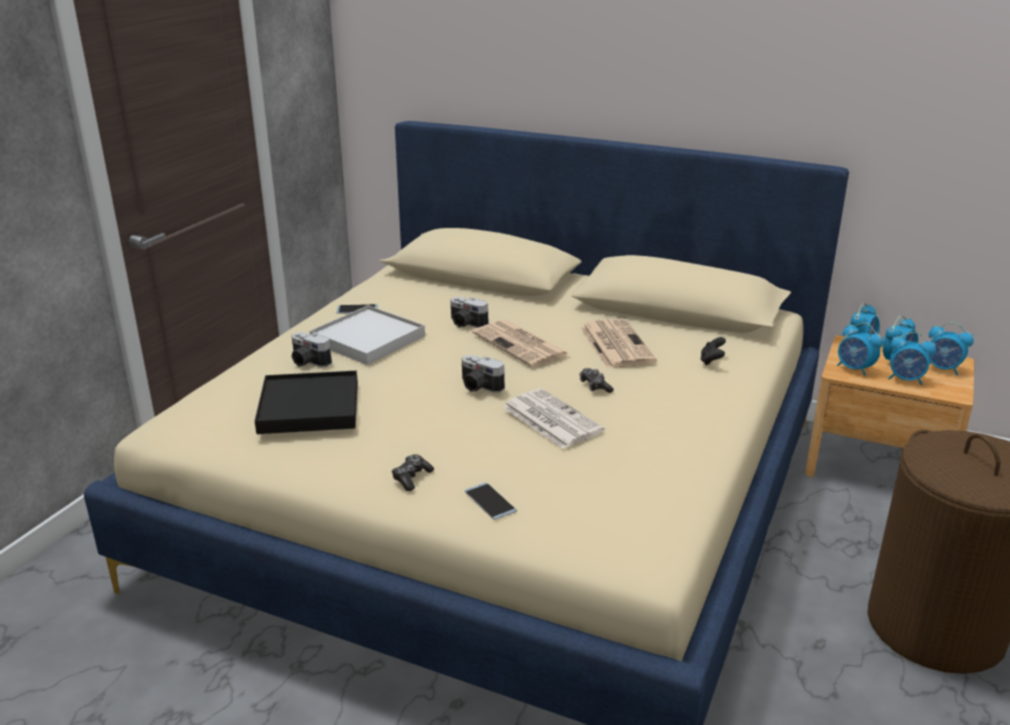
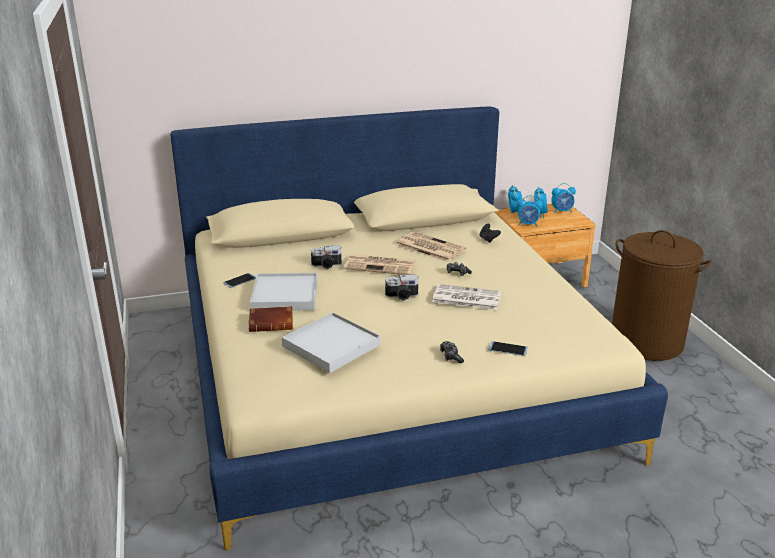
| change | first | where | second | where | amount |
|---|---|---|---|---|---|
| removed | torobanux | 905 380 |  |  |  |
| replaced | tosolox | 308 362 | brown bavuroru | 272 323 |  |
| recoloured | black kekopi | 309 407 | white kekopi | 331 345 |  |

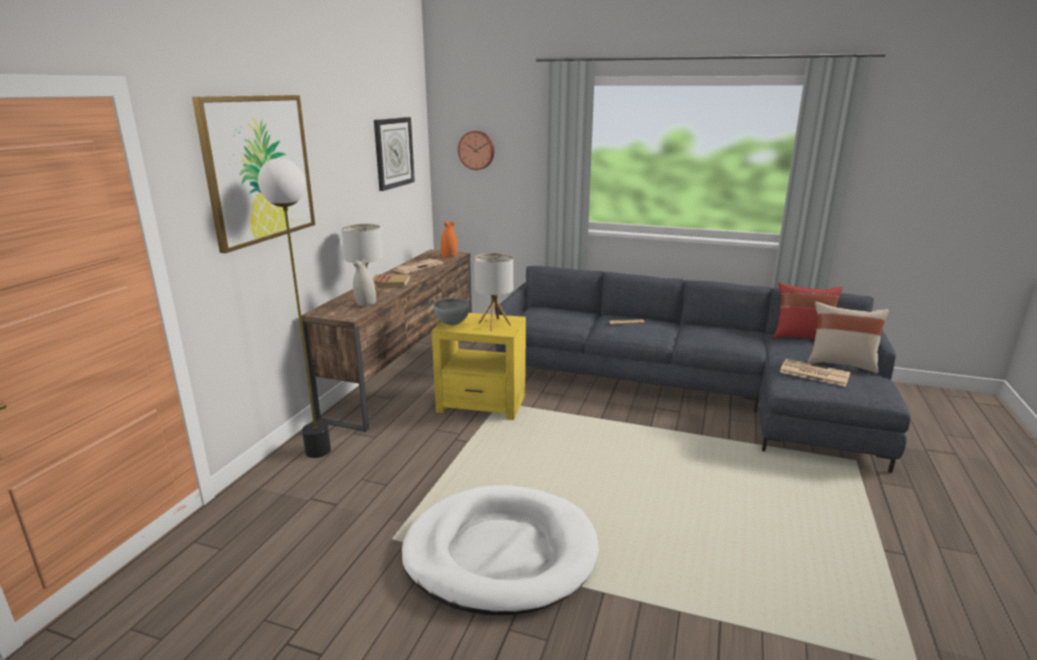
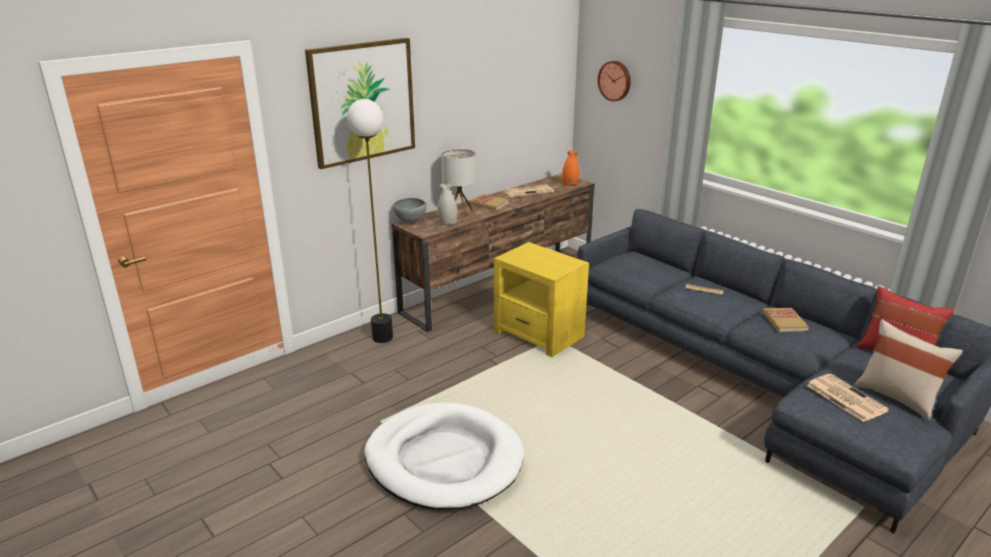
| change | first | where | second | where | amount |
|---|---|---|---|---|---|
| removed | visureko | 393 153 |  |  |  |
| removed | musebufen | 494 324 |  |  |  |
| added |  |  | bavuroru | 784 321 |  |
| moved | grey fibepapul | 452 324 |  | 410 222 |  |

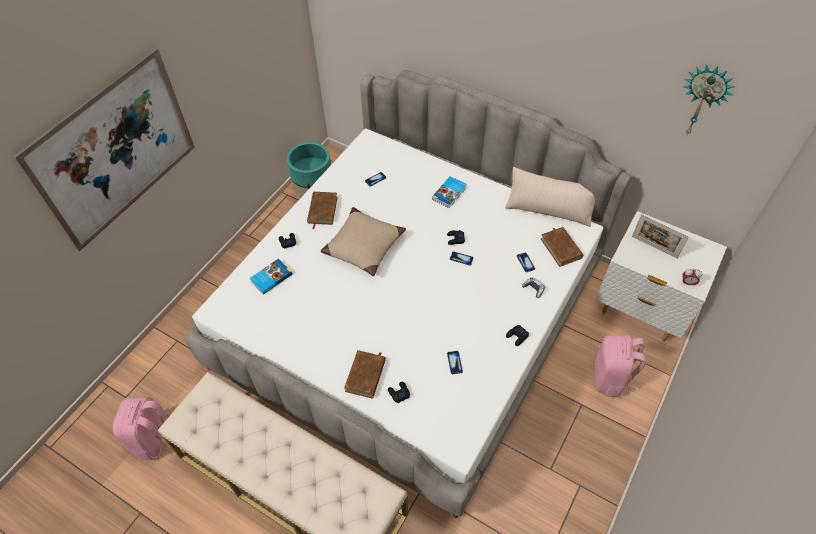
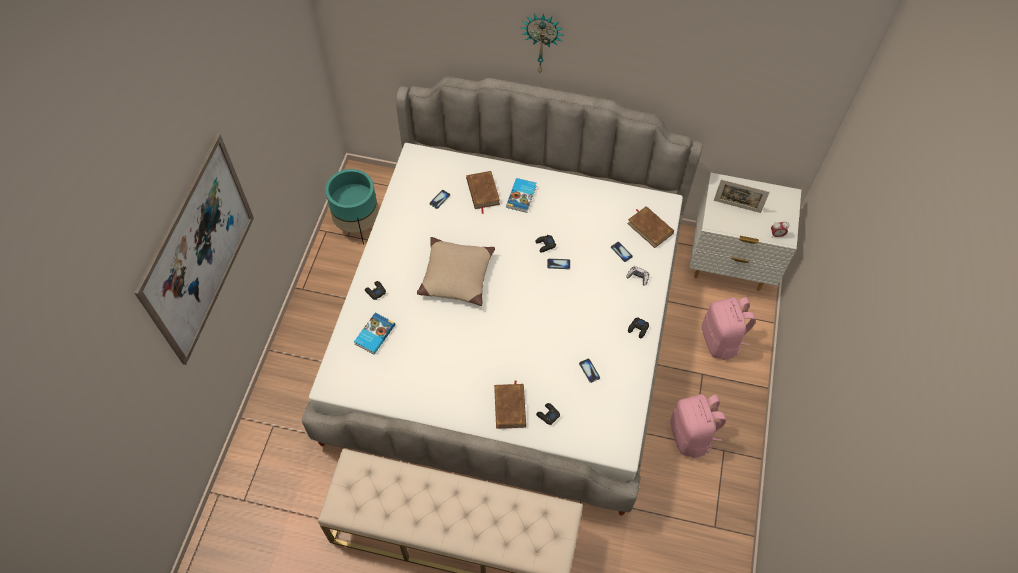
| change | first | where | second | where | amount |
|---|---|---|---|---|---|
| removed | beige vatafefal | 548 210 |  |  |  |
| moved | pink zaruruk | 155 438 |  | 691 436 |  |
| moved | brown bavuroru | 322 210 |  | 482 192 |  |
| moved | visureko | 702 100 |  | 542 42 |  |

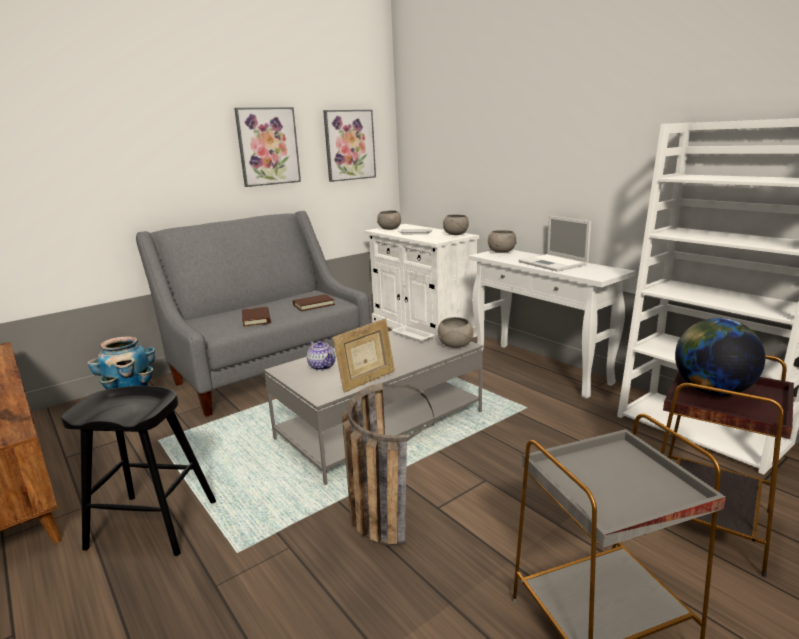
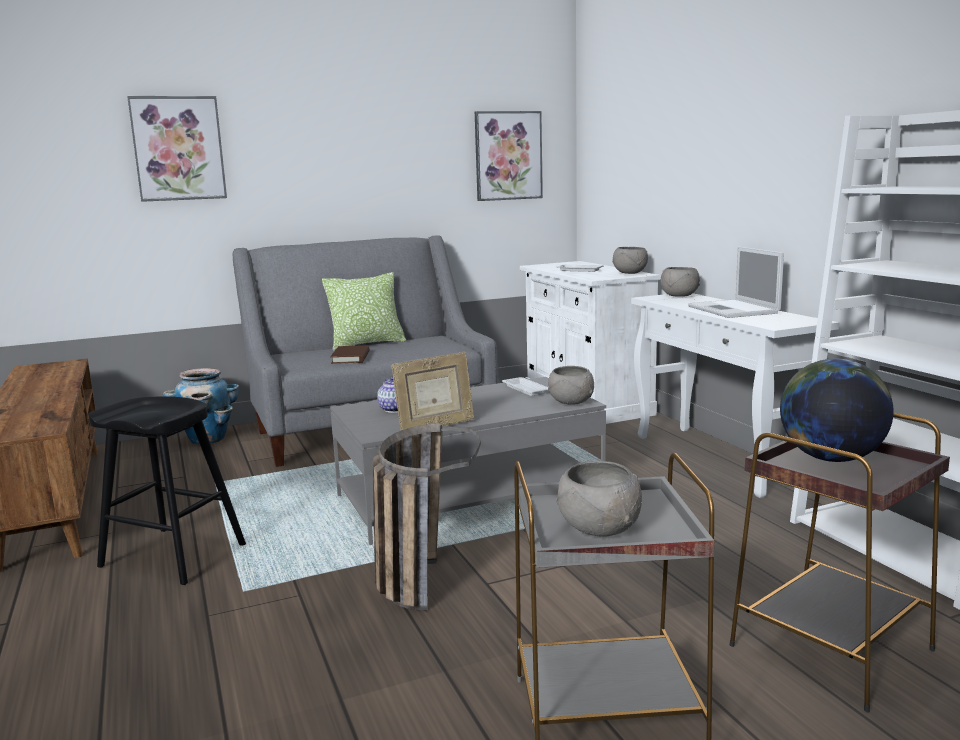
| change | first | where | second | where | amount |
|---|---|---|---|---|---|
| removed | brown bavuroru | 314 305 |  |  |  |
| added |  |  | vatafefal | 367 344 |  |
| moved | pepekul | 268 146 |  | 178 148 |  |
| moved | grey fibepapul | 389 229 |  | 598 528 |  |

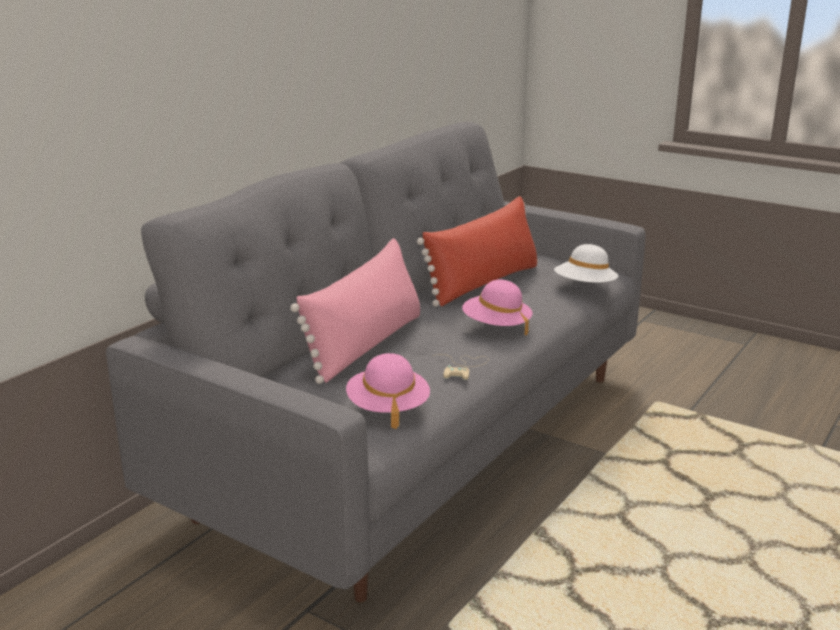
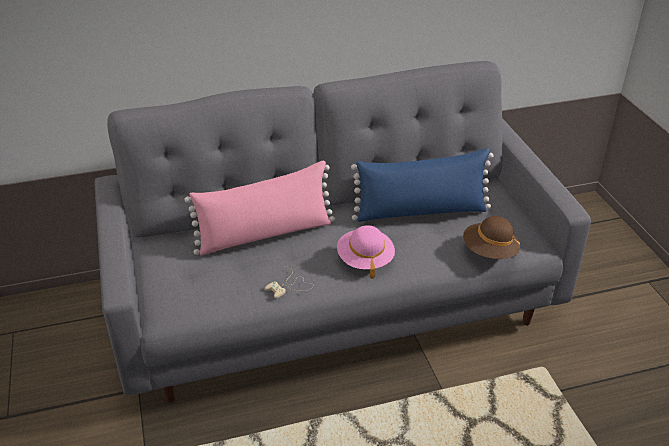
| change | first | where | second | where | amount |
|---|---|---|---|---|---|
| removed | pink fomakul | 388 408 |  |  |  |
| recoloured | red vatafefal | 483 283 | blue vatafefal | 421 211 |  |
| recoloured | white fomakul | 585 287 | brown fomakul | 489 252 |  |

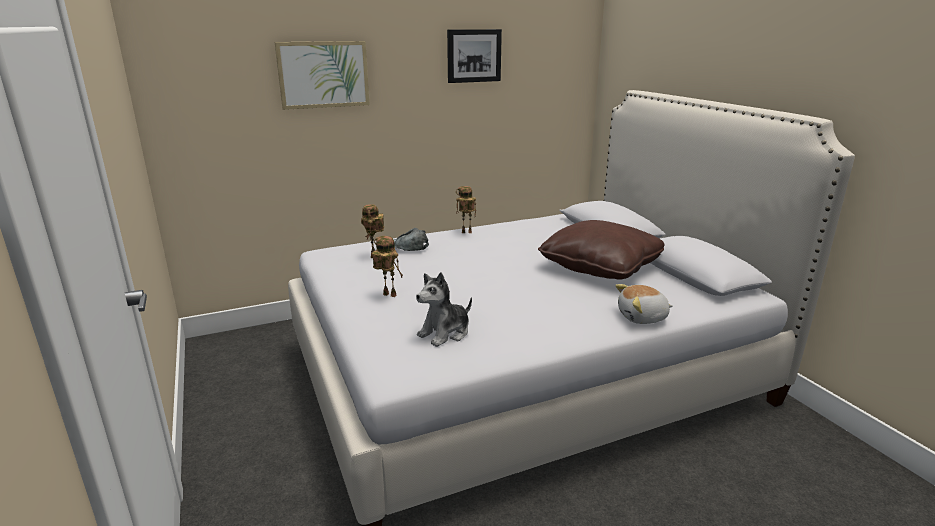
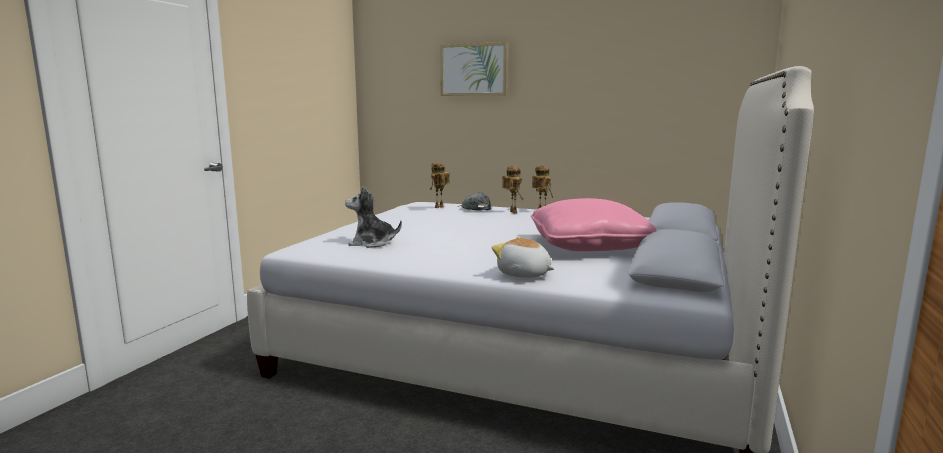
| change | first | where | second | where | amount |
|---|---|---|---|---|---|
| removed | pepekul | 473 55 |  |  |  |
| moved | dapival | 388 295 |  | 512 212 |  |
| recoloured | brown vatafefal | 600 267 | pink vatafefal | 589 246 |  |

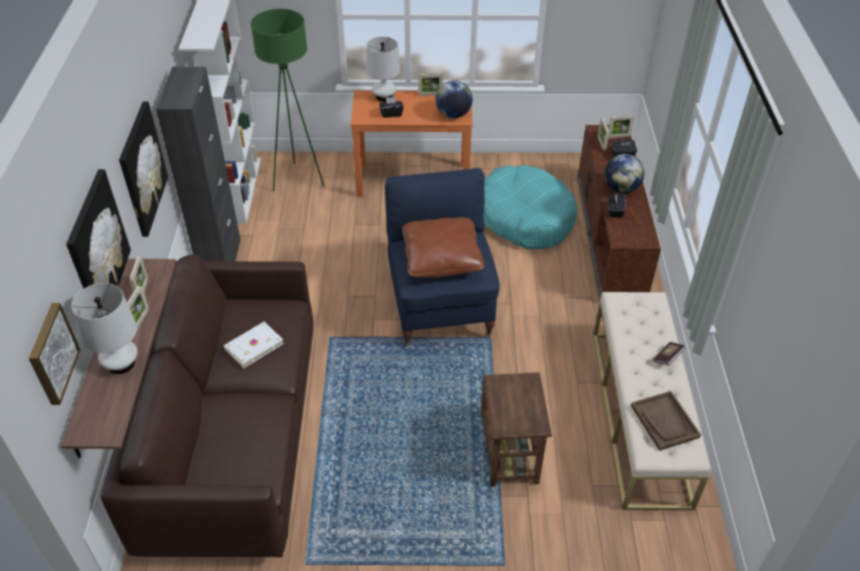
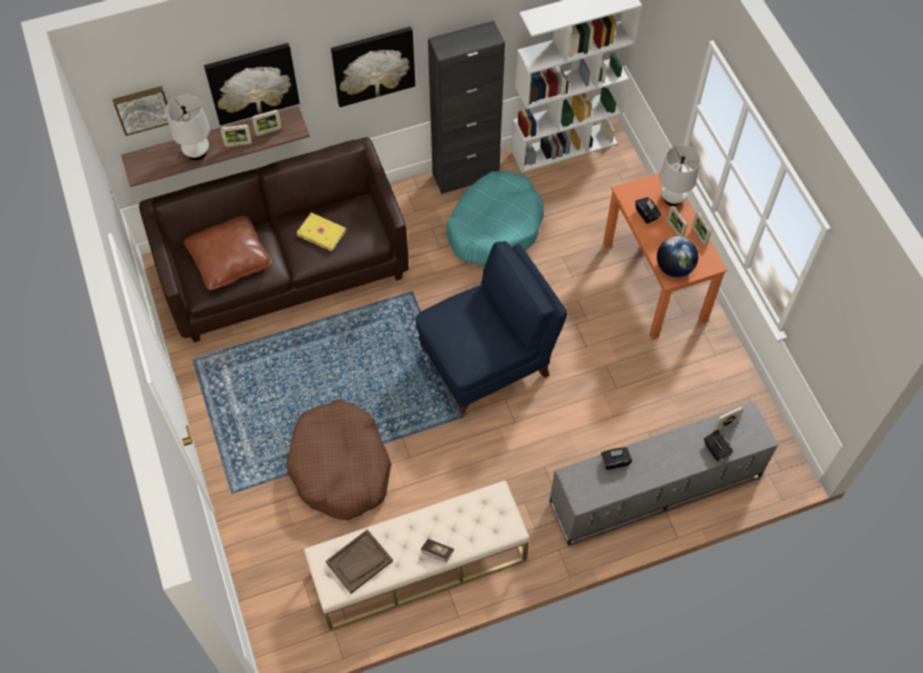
| change | first | where | second | where | amount |
|---|---|---|---|---|---|
| removed | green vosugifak | 298 180 |  |  |  |
| removed | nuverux | 621 188 |  |  |  |
| moved | brown vatafefal | 442 258 |  | 230 260 |  |
| moved | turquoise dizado | 525 217 |  | 494 227 |  |
| moved | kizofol | 618 136 |  | 675 230 |  |
| replaced | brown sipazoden | 509 450 | brown dizado | 341 467 |  |
| recoloured | white bavuroru | 253 346 | yellow bavuroru | 322 232 |  |
| recoloured | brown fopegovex | 610 237 | grey fopegovex | 654 490 |  |

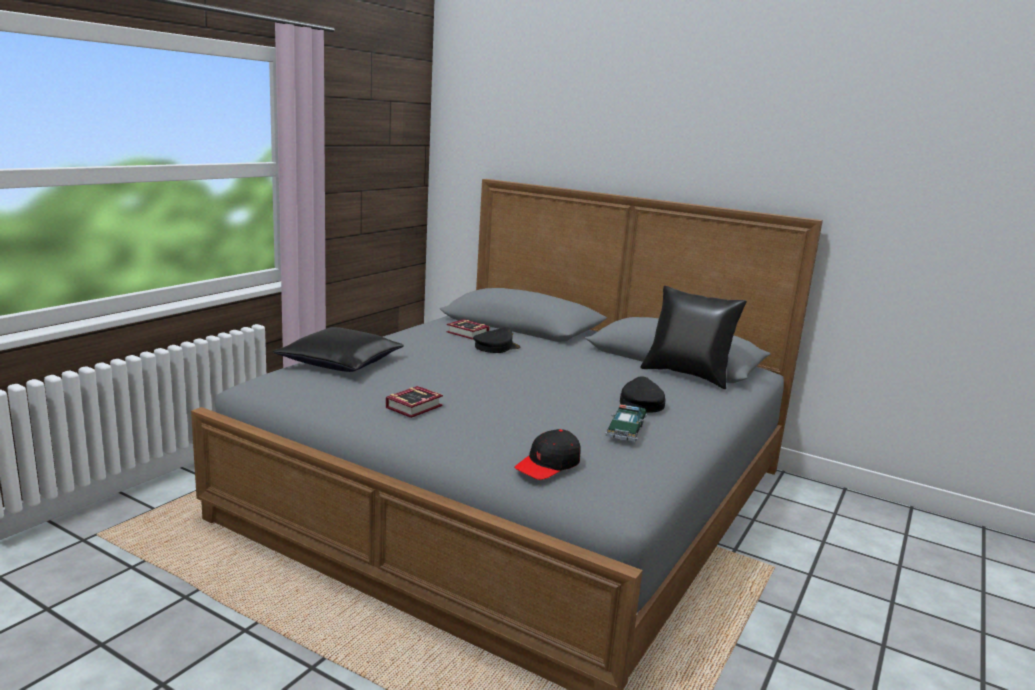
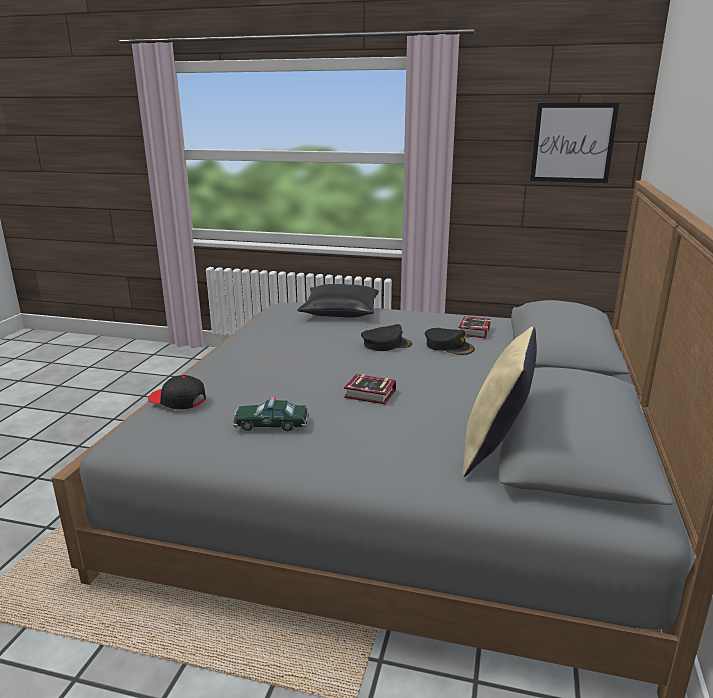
| change | first | where | second | where | amount |
|---|---|---|---|---|---|
| added |  |  | pepekul | 572 143 |  |
| moved | bavuroru | 416 406 |  | 372 395 |  |
| moved | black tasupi | 641 403 |  | 386 344 |  |
| recoloured | black vatafefal | 688 375 | beige vatafefal | 495 449 |  |

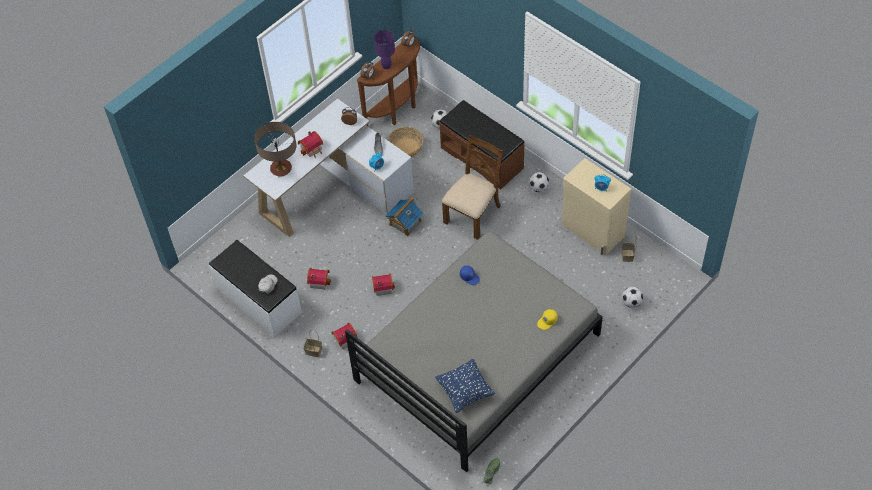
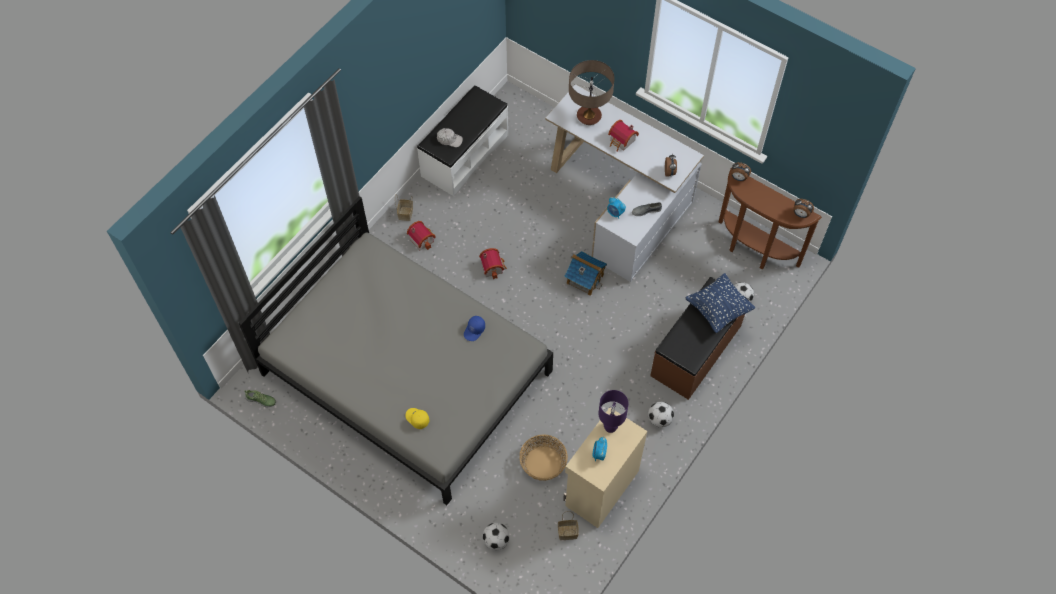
| change | first | where | second | where | amount |
|---|---|---|---|---|---|
| removed | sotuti | 319 281 |  |  |  |
| removed | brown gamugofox | 473 214 |  |  |  |
| moved | purple musebufen | 387 66 |  | 610 427 |  |
| moved | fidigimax | 406 148 |  | 543 463 |  |
| moved | blue vatafefal | 465 391 |  | 718 309 |  |

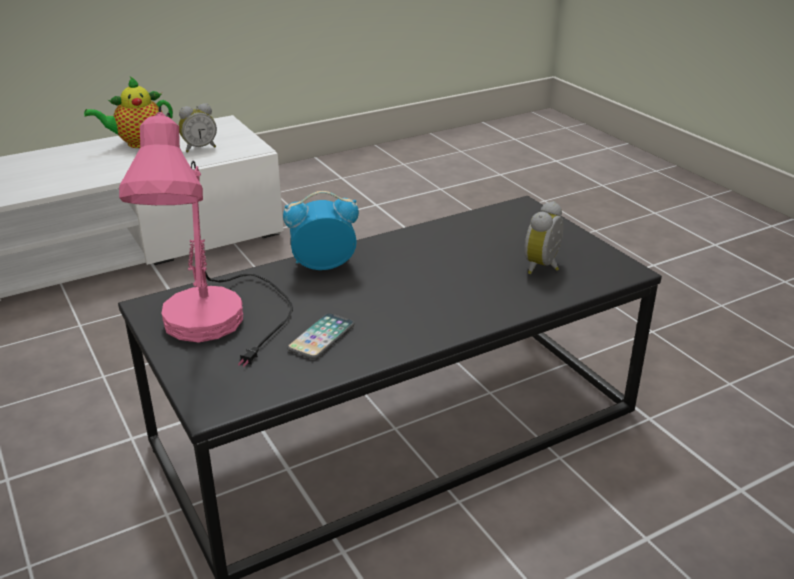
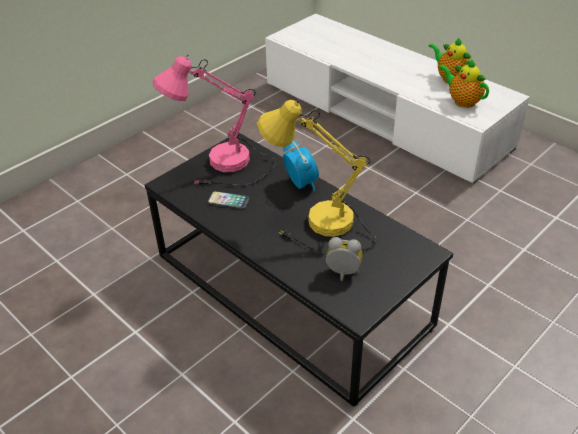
| change | first | where | second | where | amount |
|---|---|---|---|---|---|
| added |  |  | yellow musebufen | 319 229 |  |
| replaced | torobanux | 199 148 | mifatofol | 462 101 |  |

